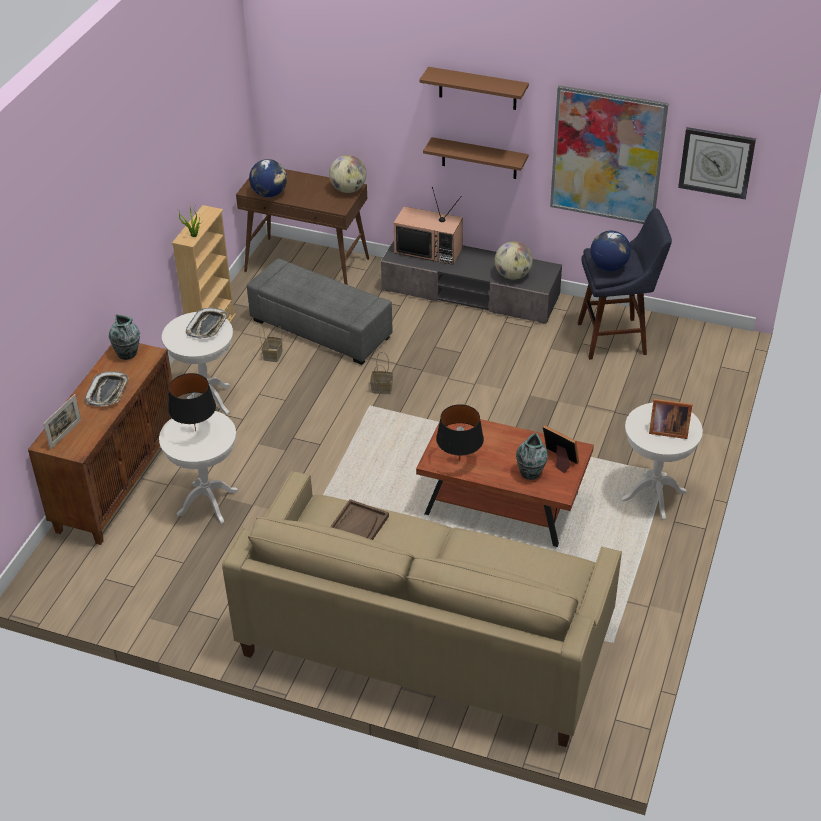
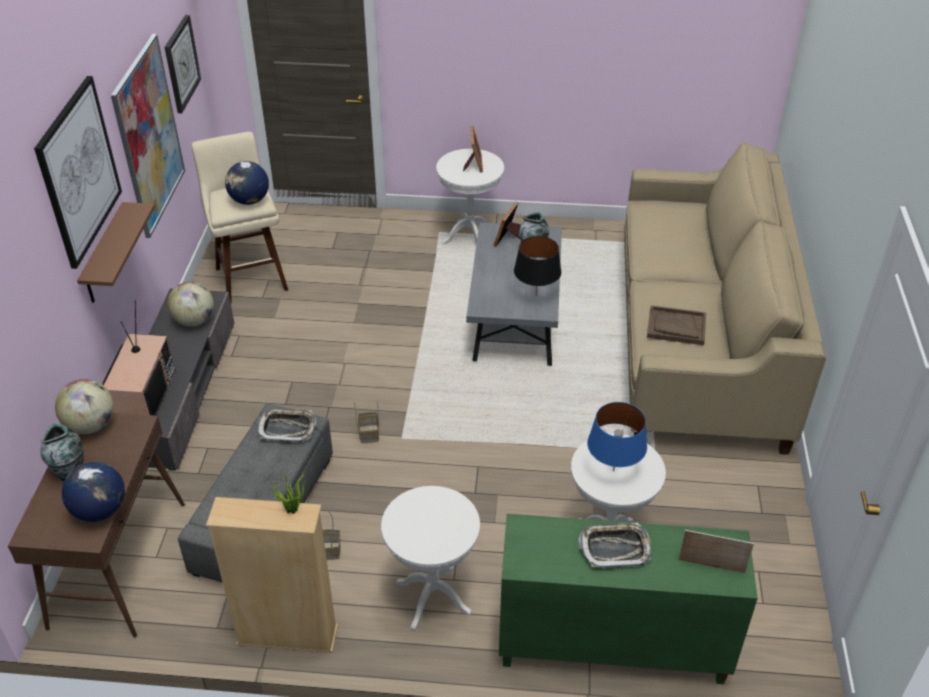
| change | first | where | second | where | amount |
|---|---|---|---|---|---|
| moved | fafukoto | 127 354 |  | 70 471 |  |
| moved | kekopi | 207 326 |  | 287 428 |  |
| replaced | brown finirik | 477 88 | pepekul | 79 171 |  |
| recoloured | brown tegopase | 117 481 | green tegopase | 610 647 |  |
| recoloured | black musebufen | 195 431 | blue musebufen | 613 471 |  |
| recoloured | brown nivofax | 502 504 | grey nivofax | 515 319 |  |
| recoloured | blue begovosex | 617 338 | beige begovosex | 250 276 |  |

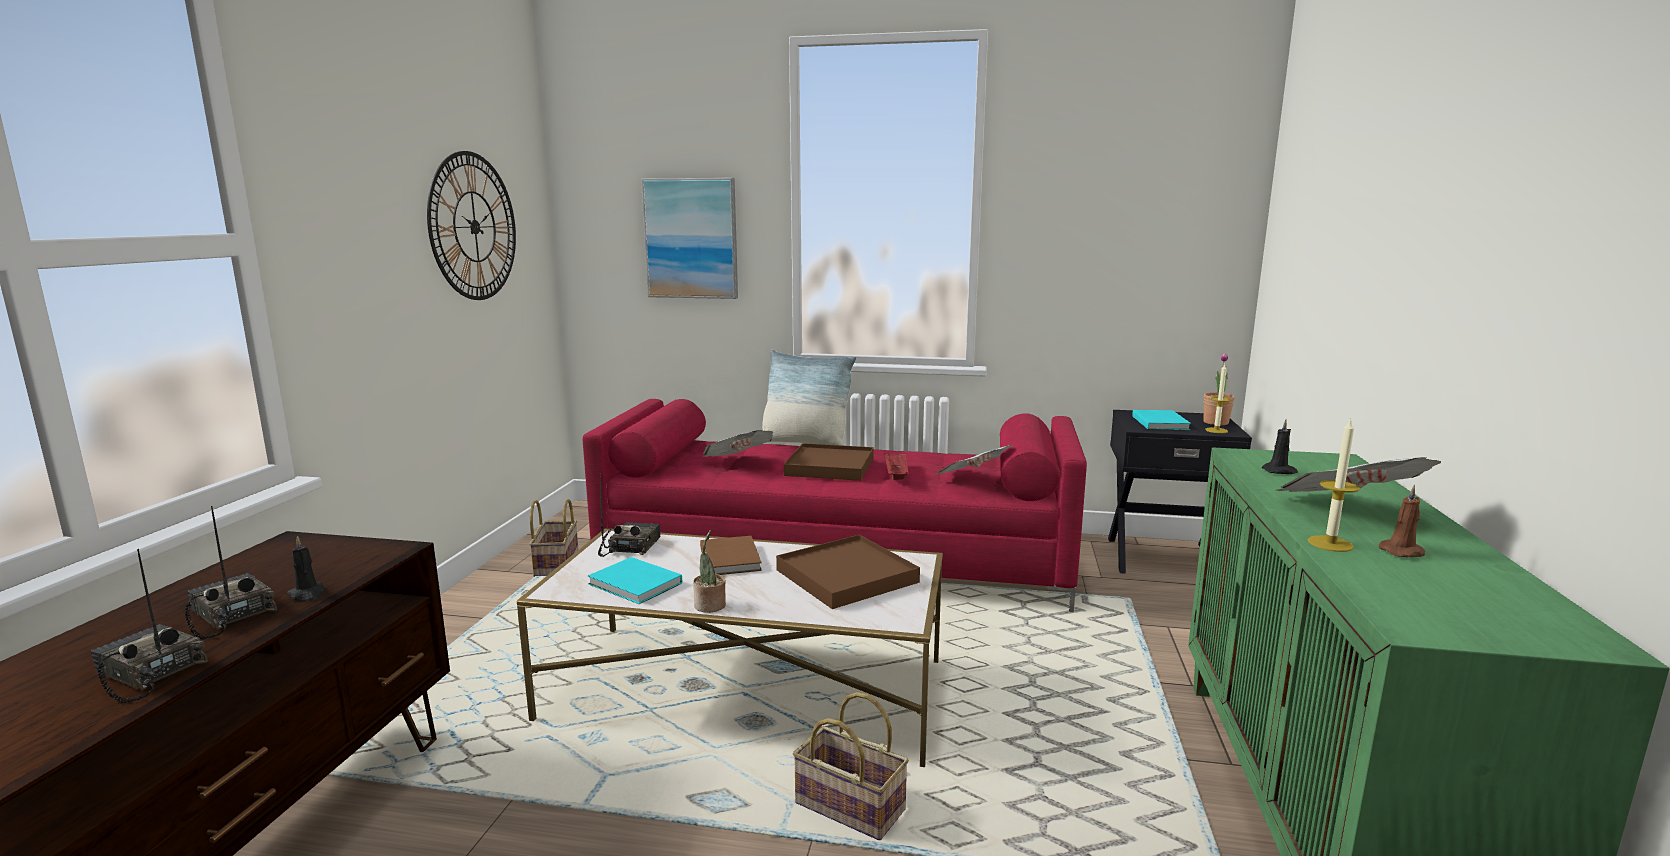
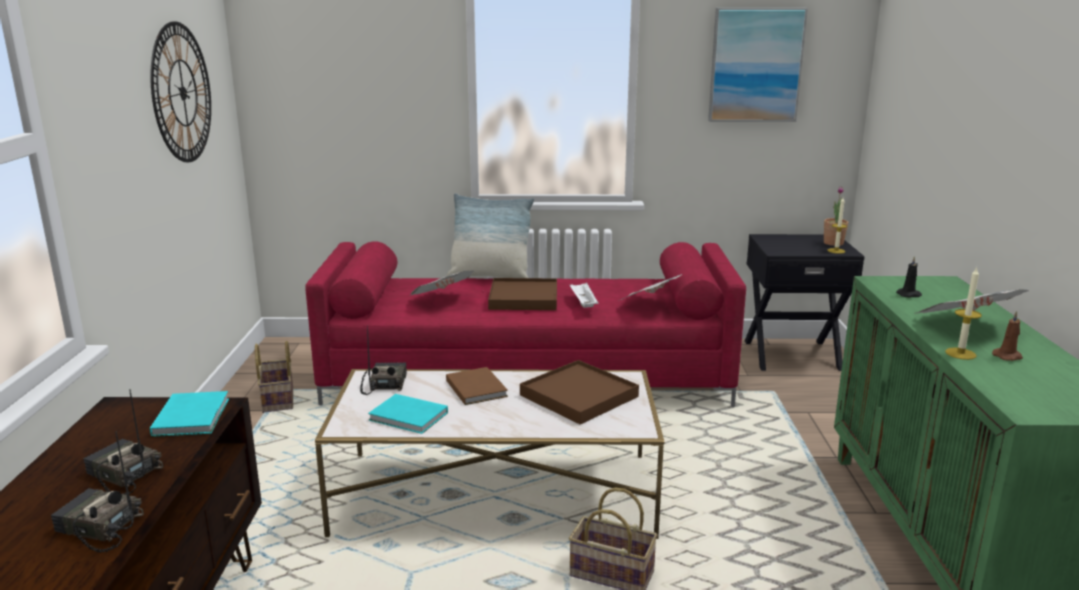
| change | first | where | second | where | amount |
|---|---|---|---|---|---|
| removed | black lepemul | 308 594 |  |  |  |
| removed | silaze | 710 606 |  |  |  |
| moved | pepekul | 691 238 |  | 755 65 |  |
| moved | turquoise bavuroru | 1160 422 |  | 193 416 |  |
| recoloured | red kekopi | 896 475 | white kekopi | 583 303 |  |

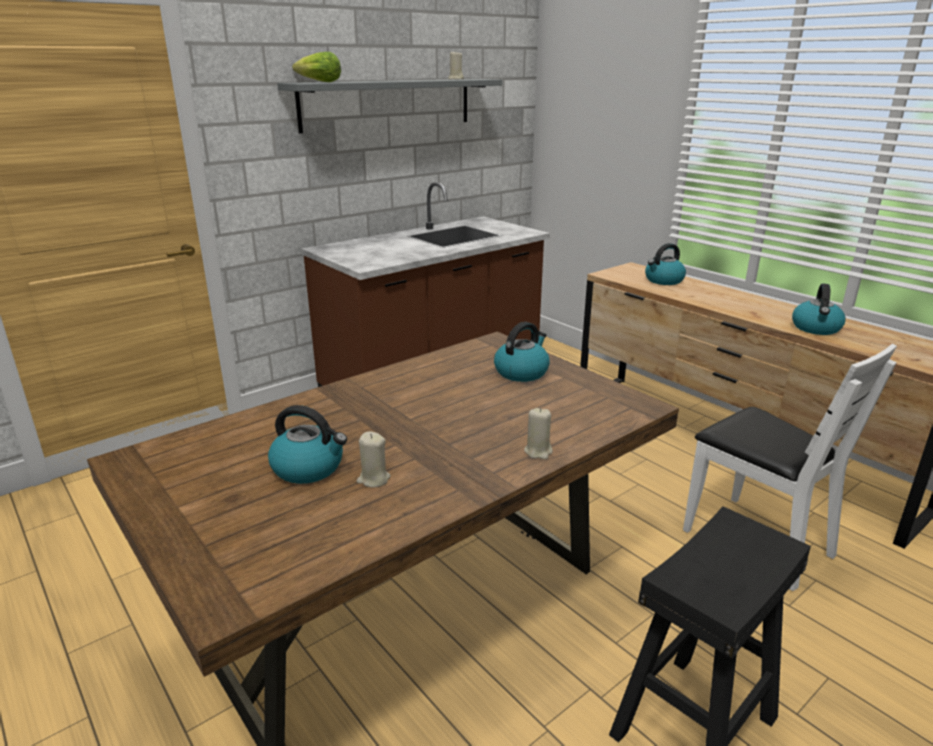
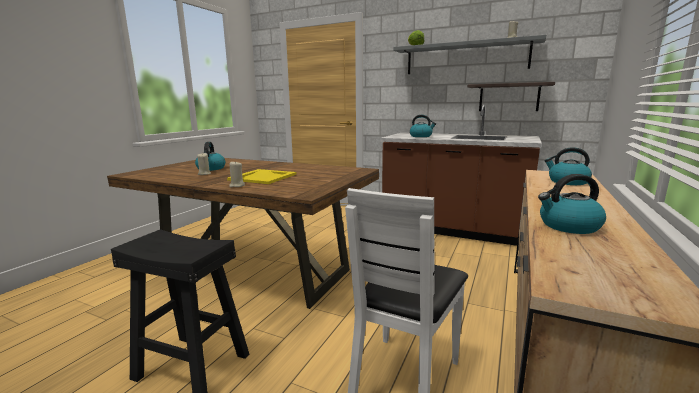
| change | first | where | second | where | amount |
|---|---|---|---|---|---|
| added |  |  | yellow kekopi | 263 177 |  |
| added |  |  | finirik | 509 97 |  |
| moved | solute | 521 372 |  | 421 136 |  |

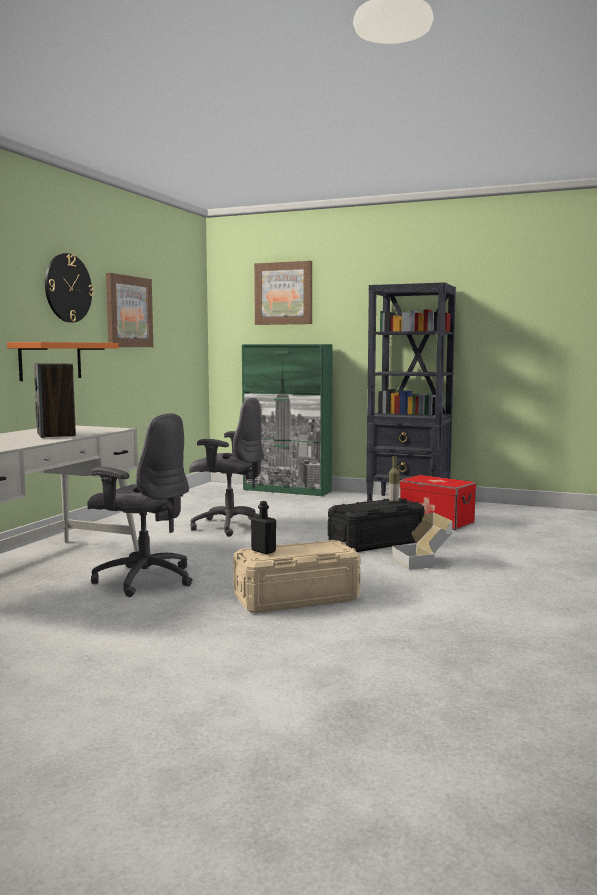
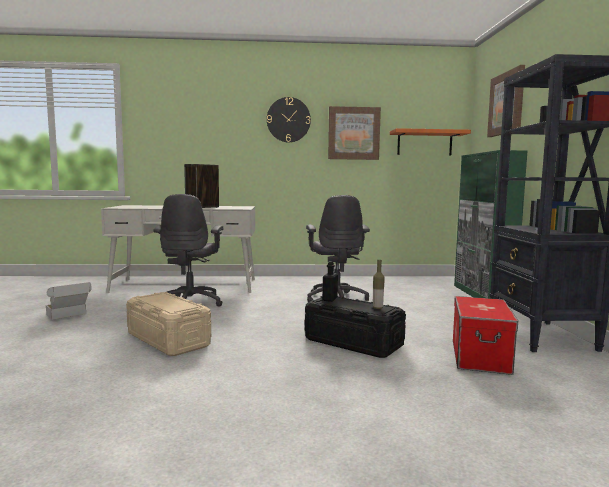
| change | first | where | second | where | amount |
|---|---|---|---|---|---|
| moved | orange finirik | 50 361 |  | 424 143 |  |
| moved | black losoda | 263 551 |  | 330 299 |  |
| moved | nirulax | 422 562 |  | 68 316 |  |

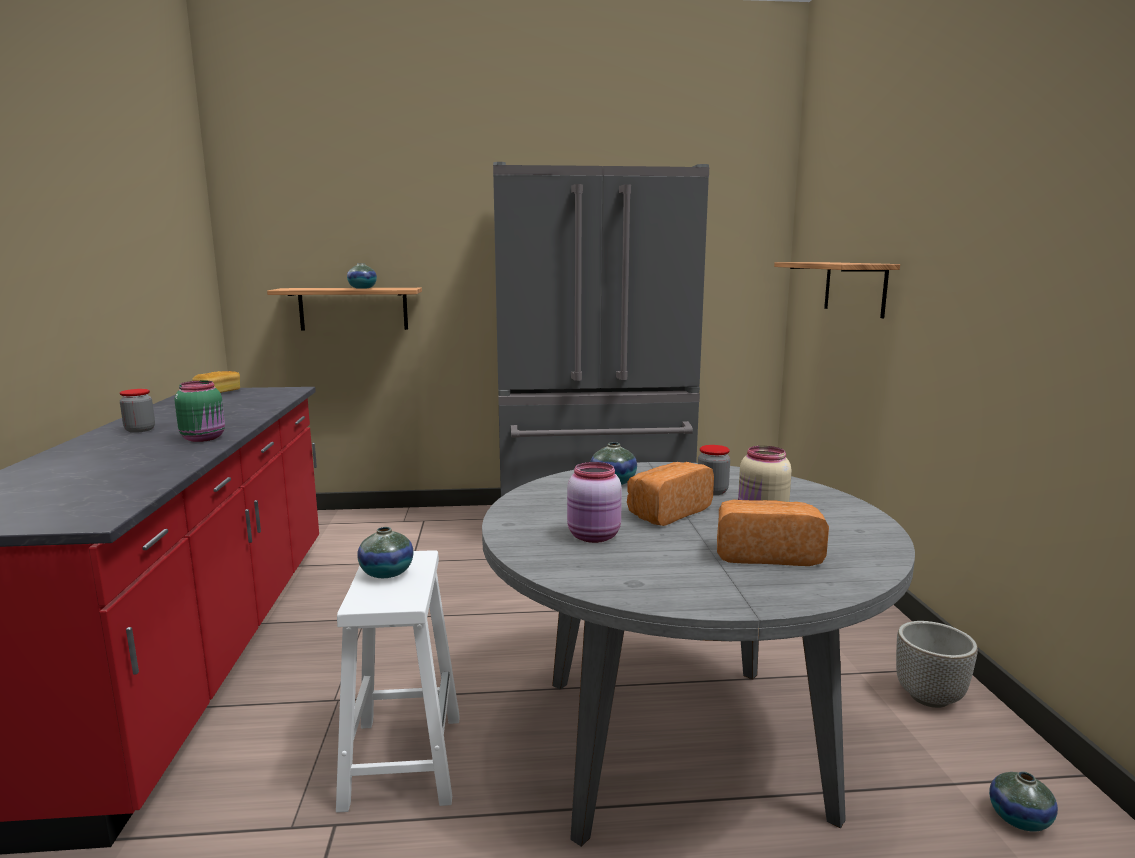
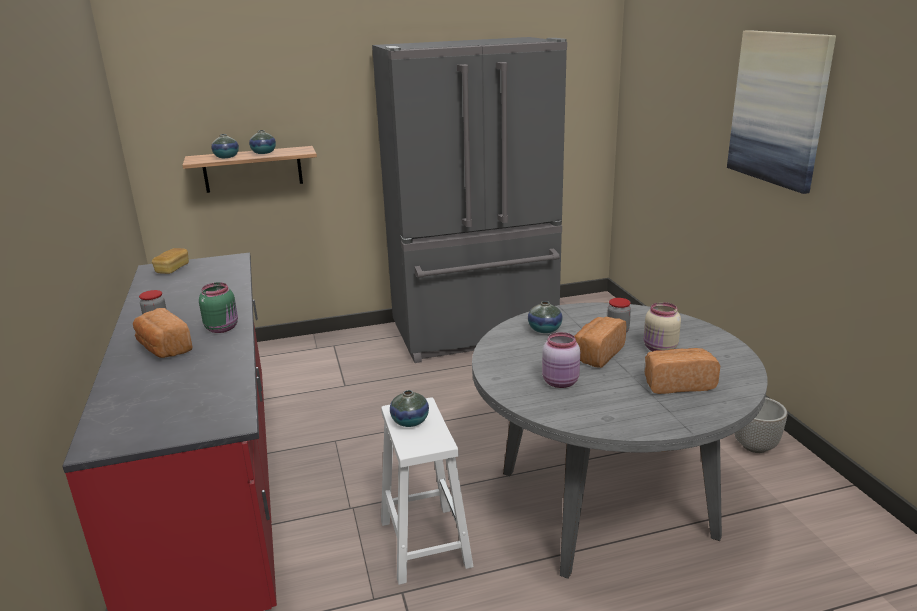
| change | first | where | second | where | amount |
|---|---|---|---|---|---|
| removed | finirik | 854 288 |  |  |  |
| added |  |  | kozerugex | 163 348 |  |
| added |  |  | pepekul | 779 108 |  |
| moved | fafukoto | 1019 819 |  | 226 157 |  |

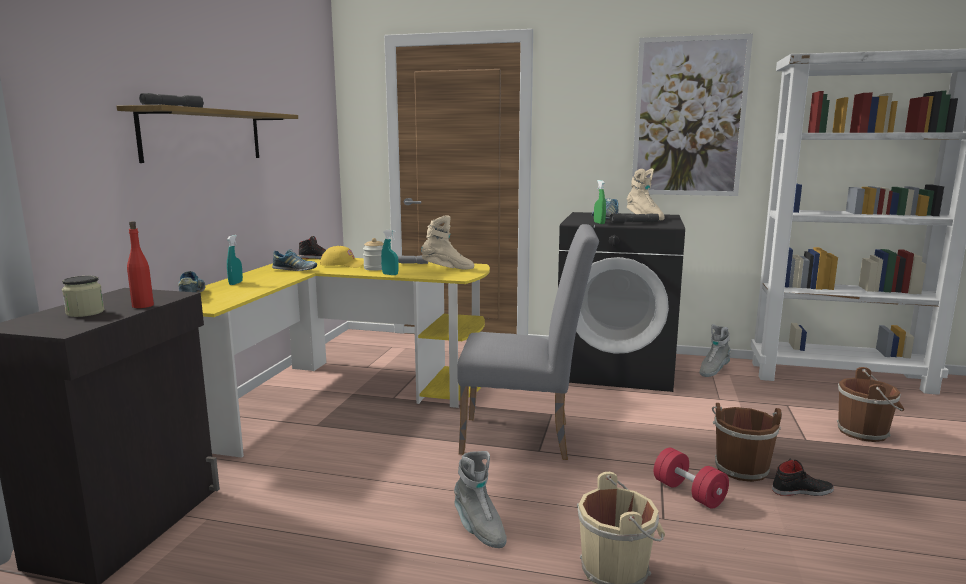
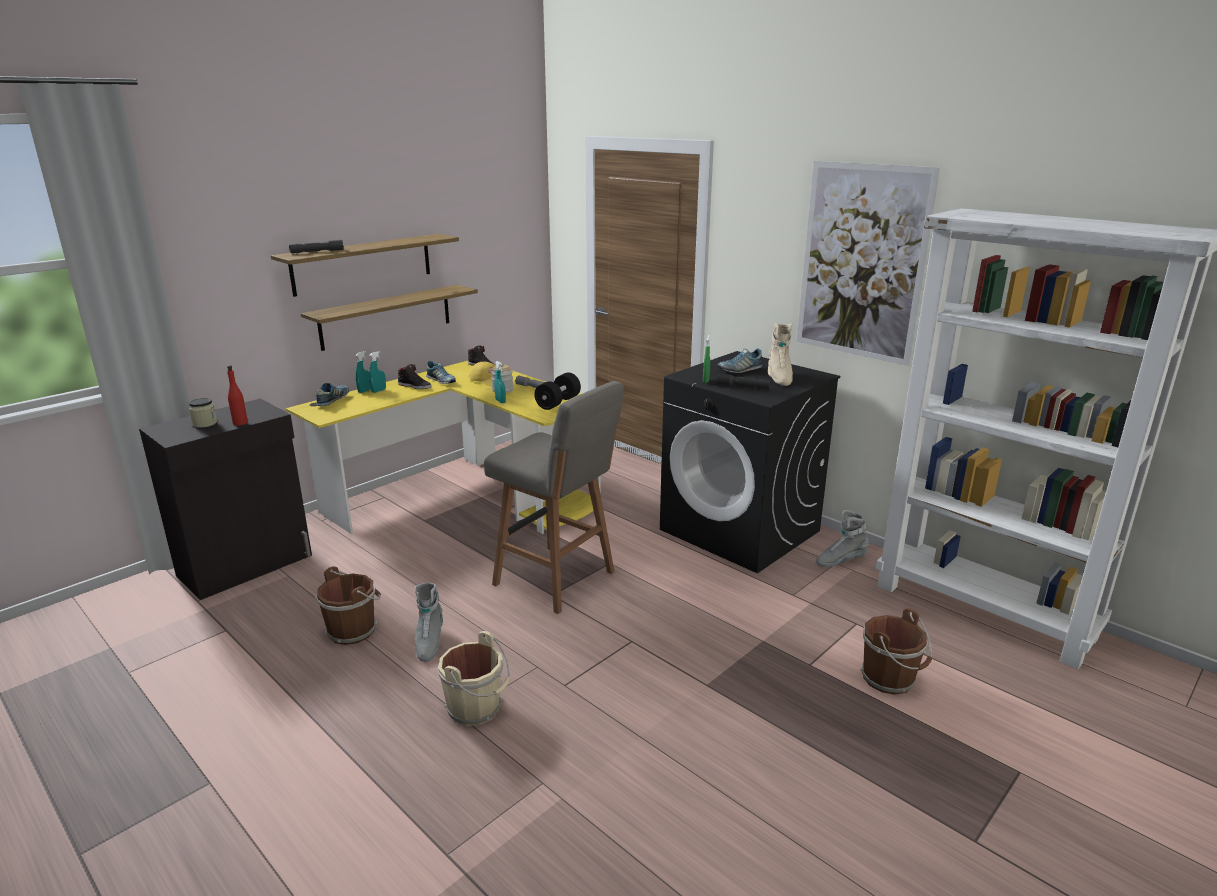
| change | first | where | second | where | amount |
|---|---|---|---|---|---|
| removed | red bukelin | 689 493 |  |  |  |
| added |  |  | finirik | 386 317 |  |
| added |  |  | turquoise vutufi | 365 391 |  |
| moved | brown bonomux | 740 467 |  | 354 629 |  |
| moved | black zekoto | 801 491 |  | 415 386 |  |
| replaced | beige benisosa | 447 269 | black bukelin | 558 402 |  |
| replaced | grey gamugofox | 526 438 | grey begovosex | 557 580 |  |

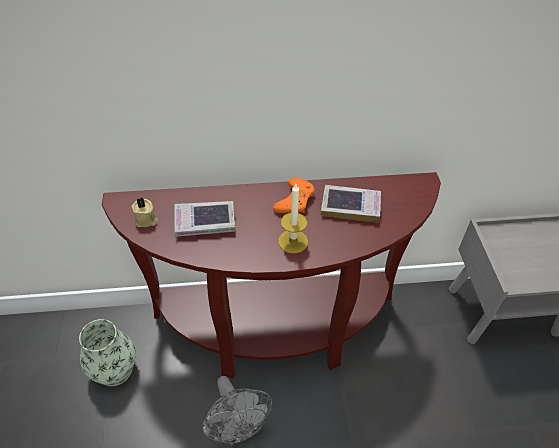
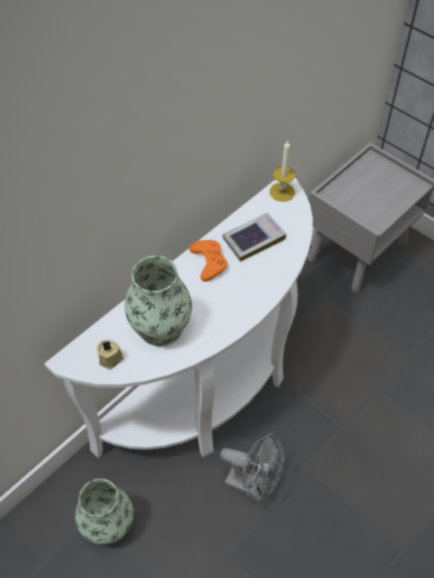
| change | first | where | second | where | amount |
|---|---|---|---|---|---|
| moved | lepemul | 293 241 |  | 282 192 |  |
| replaced | bavuroru | 205 222 | fafukoto | 160 327 |  |
| recoloured | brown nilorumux | 276 331 | white nilorumux | 211 389 |  |

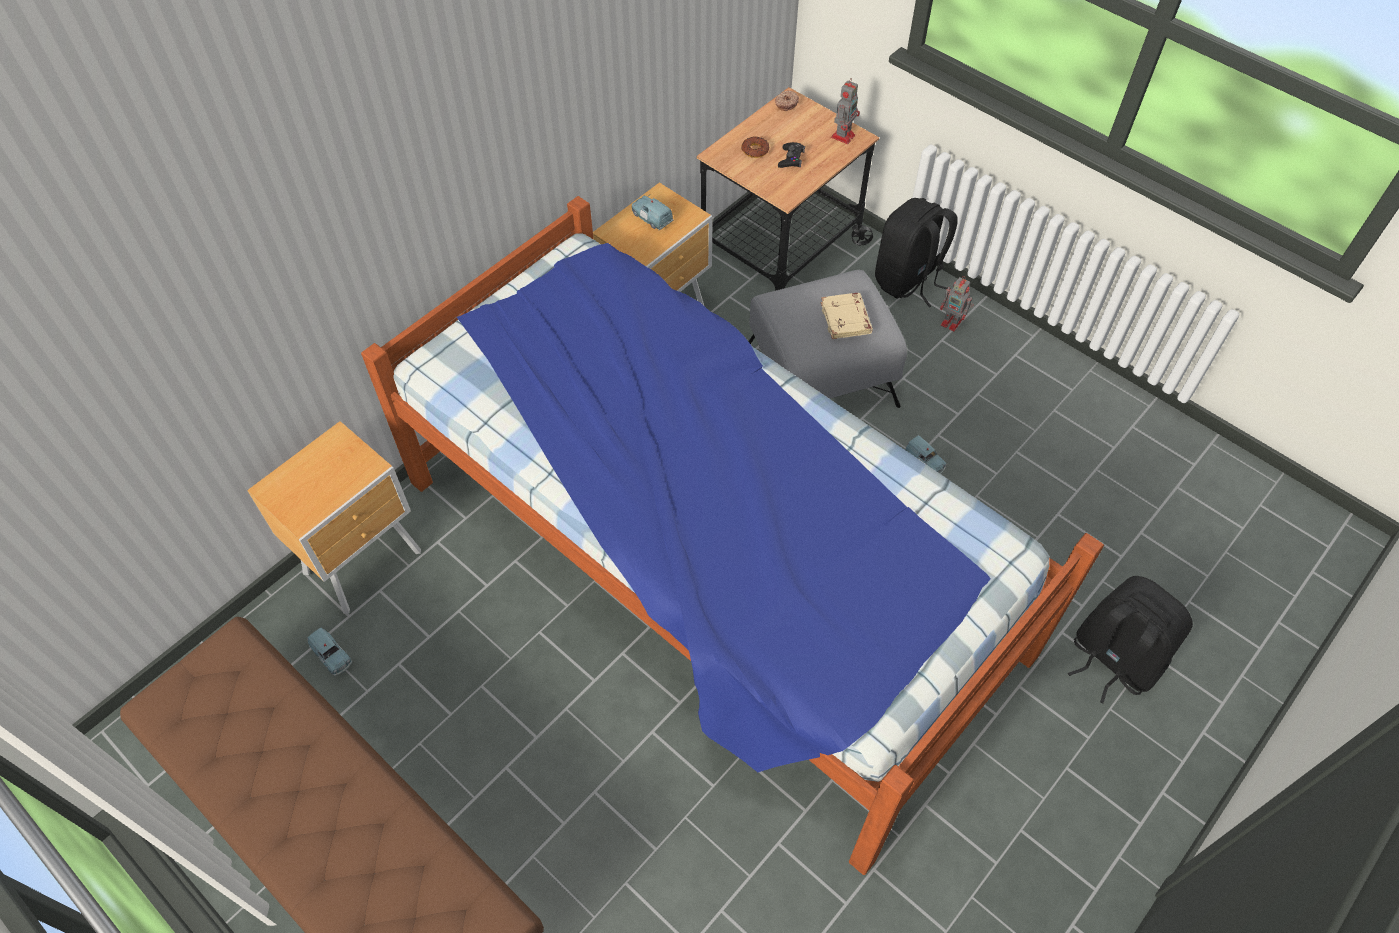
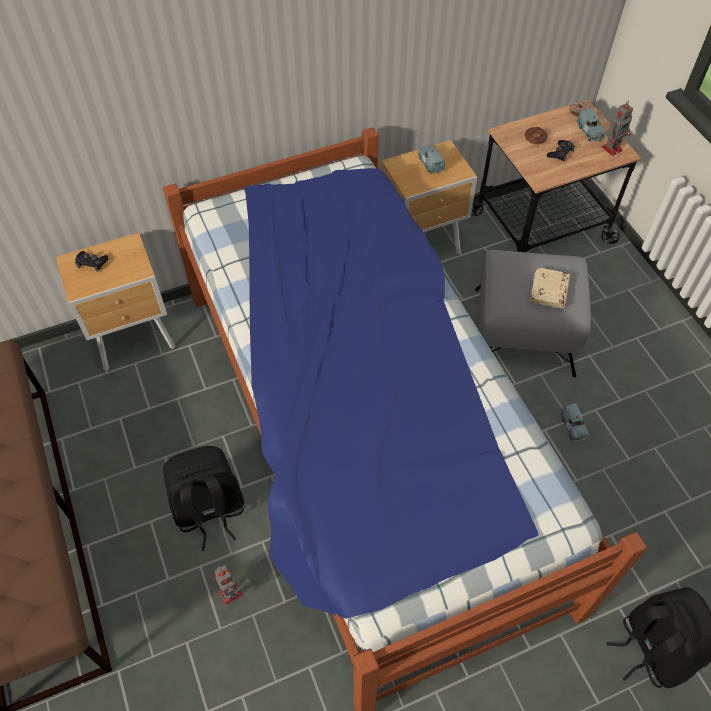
| change | first | where | second | where | amount |
|---|---|---|---|---|---|
| added |  |  | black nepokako | 92 263 |  |
| moved | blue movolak | 332 657 |  | 590 132 |  |
| moved | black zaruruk | 908 280 |  | 209 511 |  |
| moved | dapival | 952 323 |  | 231 594 |  |

